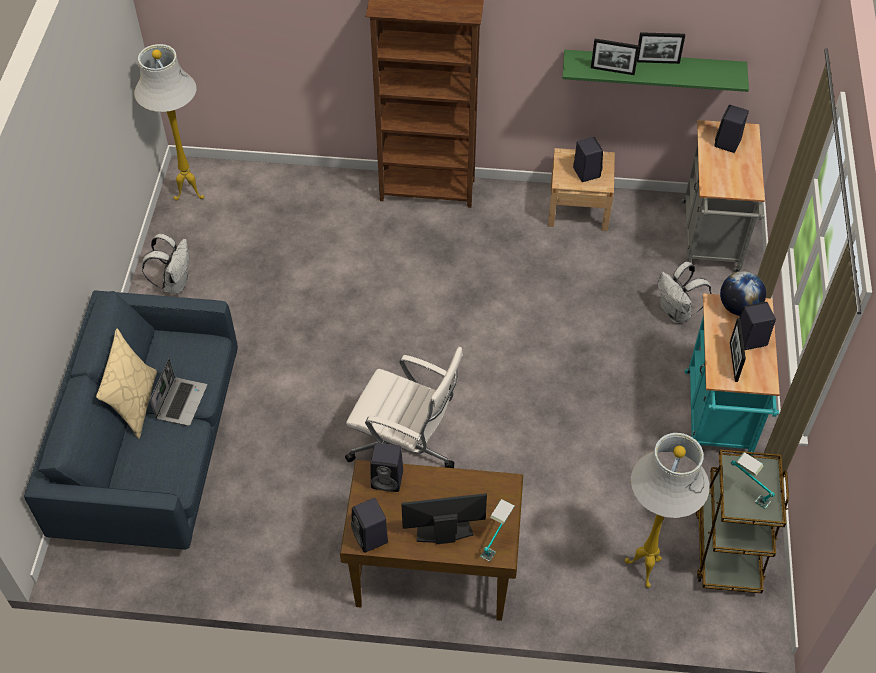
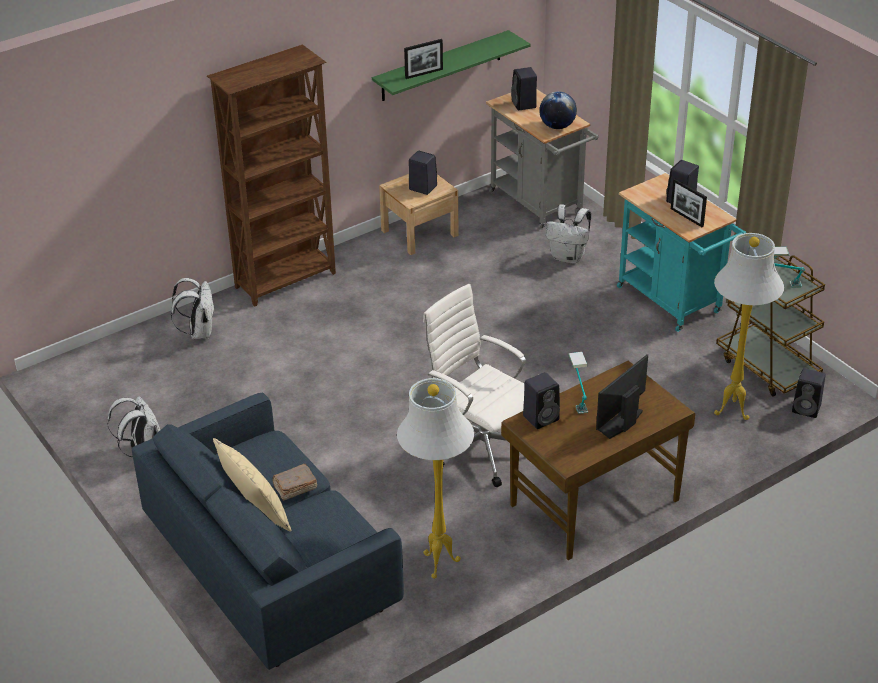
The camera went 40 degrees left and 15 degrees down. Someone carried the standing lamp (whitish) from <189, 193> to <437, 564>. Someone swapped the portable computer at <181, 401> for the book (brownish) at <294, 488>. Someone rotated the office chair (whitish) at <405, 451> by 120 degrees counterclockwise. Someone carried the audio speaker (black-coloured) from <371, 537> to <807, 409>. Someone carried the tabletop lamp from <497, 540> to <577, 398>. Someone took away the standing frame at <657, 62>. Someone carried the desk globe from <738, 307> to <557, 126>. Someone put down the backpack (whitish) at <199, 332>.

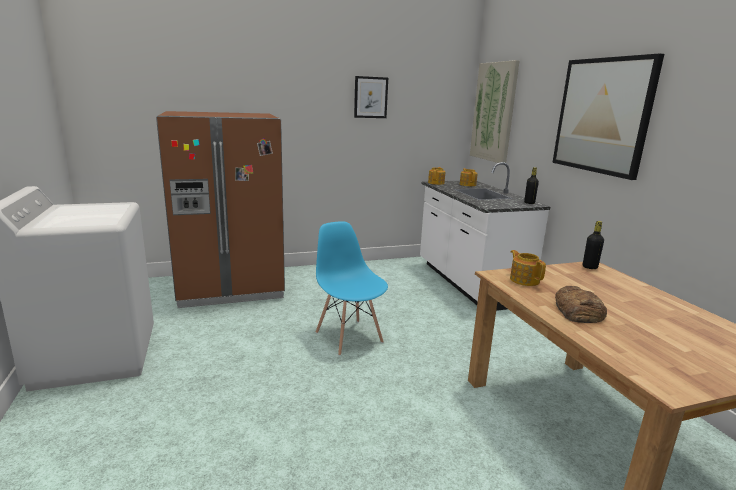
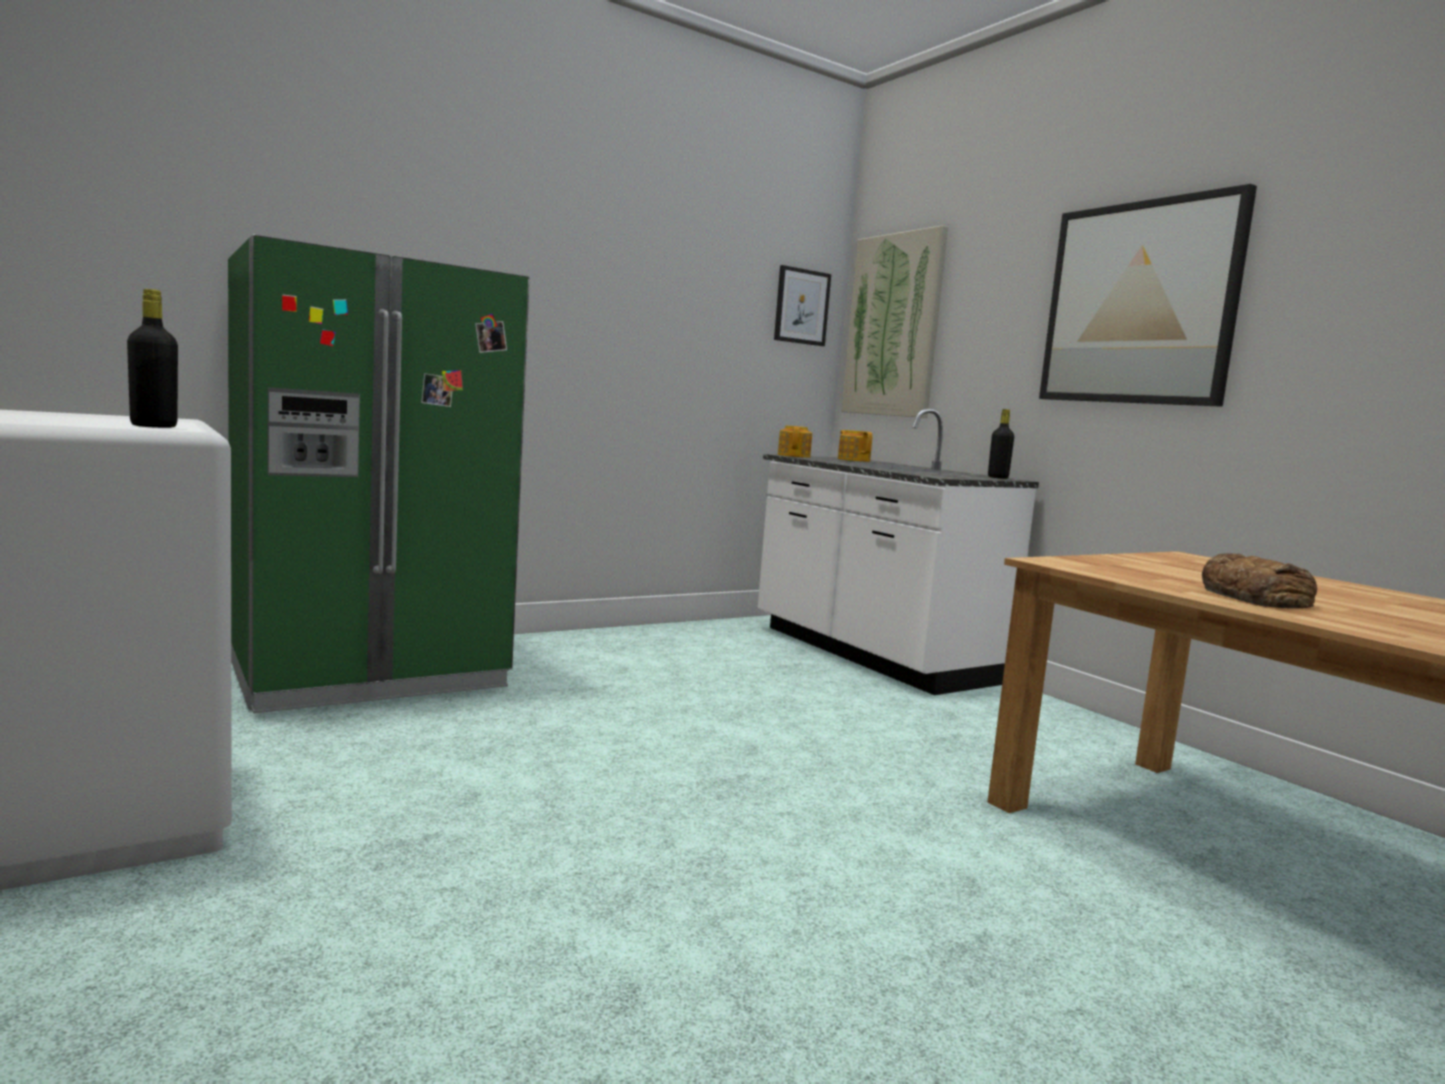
The camera went 15 degrees left and 10 degrees down. Someone repainted the refrigerator (brownish) at <231, 287>, which became the refrigerator (greenish) at <367, 674>. Someone took away the upright chair (blue-coloured) at <349, 337>. Someone carried the wall art from <370, 97> to <801, 306>. Someone took away the pot for tea at <524, 280>. Someone carried the bottle (black-coloured) from <589, 267> to <154, 426>.

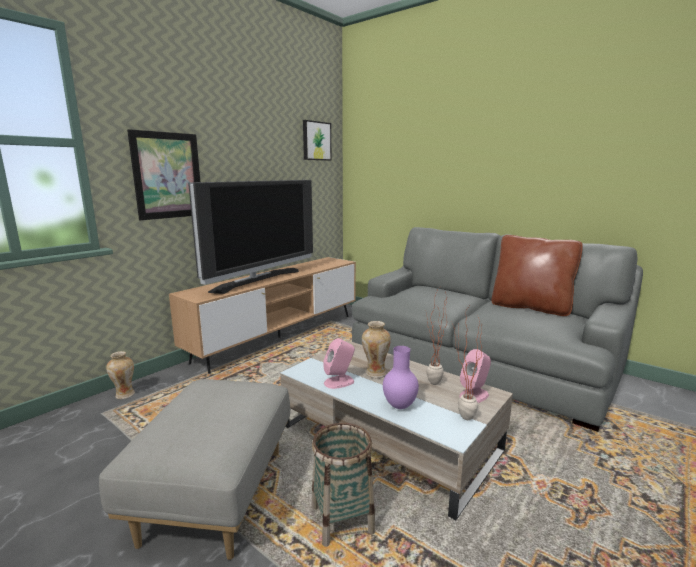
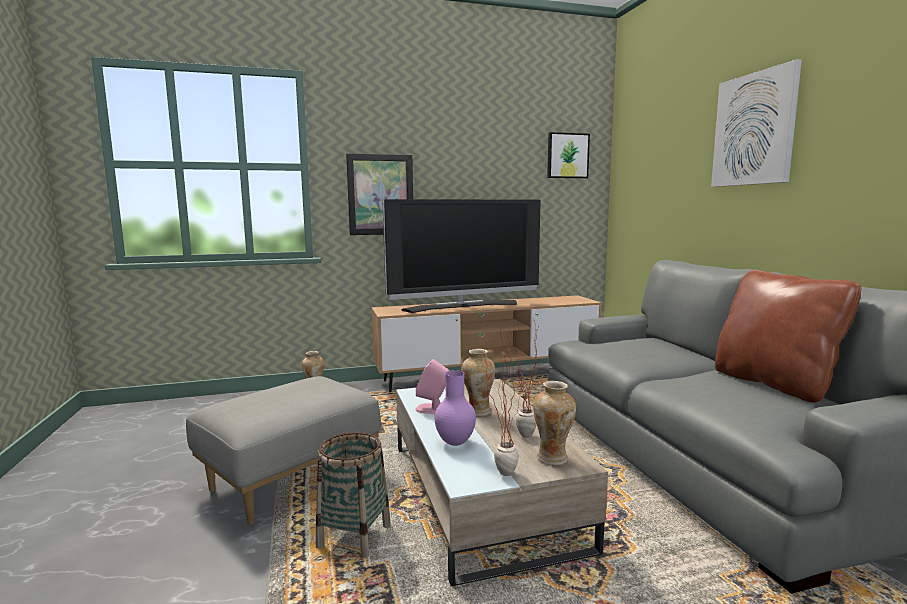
The camera went 35 degrees right and 5 degrees down. Someone swapped the audio speaker (pink-coloured) at <474, 395> for the vase at <553, 458>. Someone put up the wall art at <754, 129>.

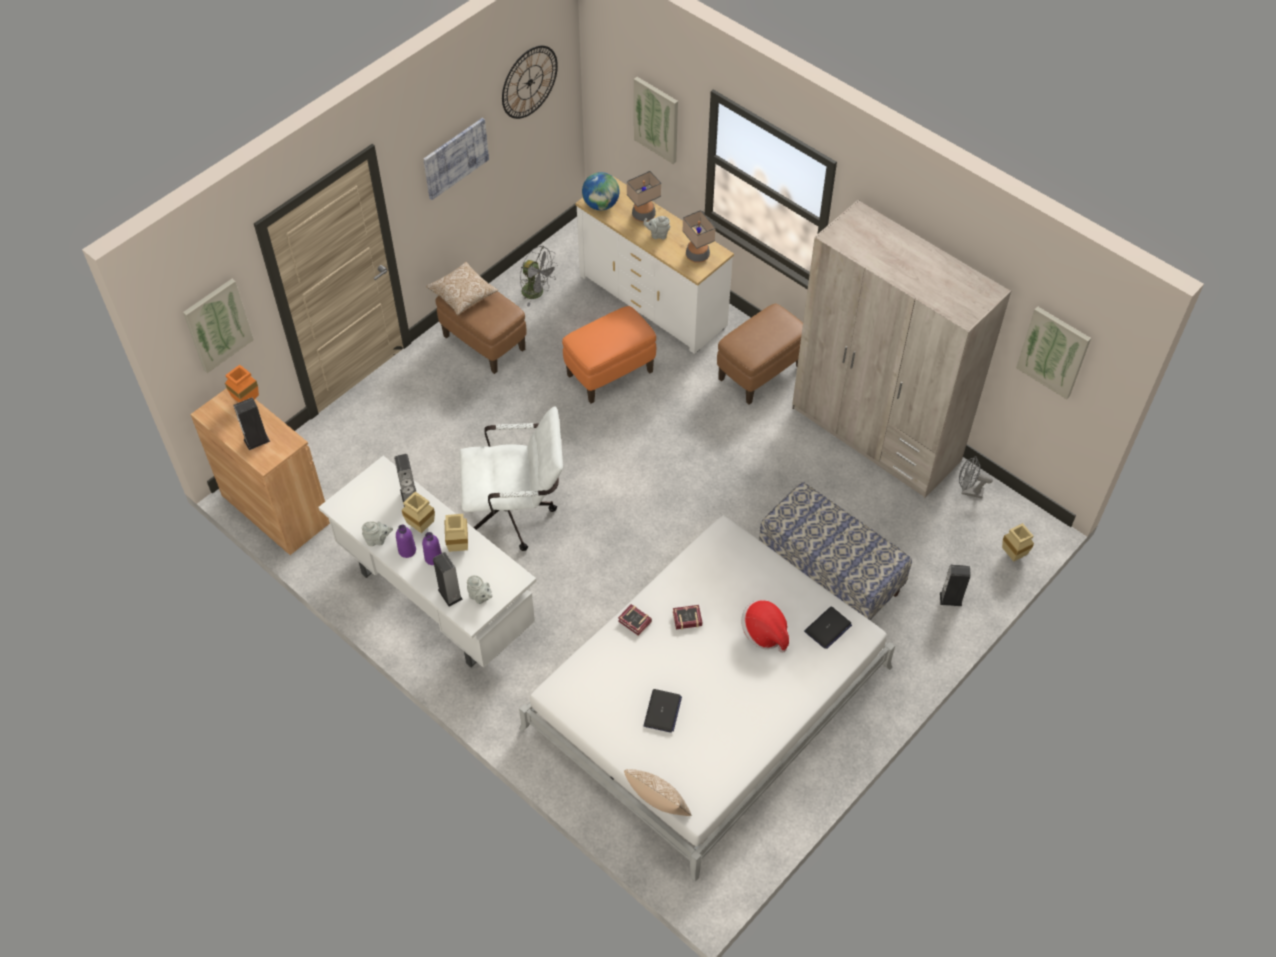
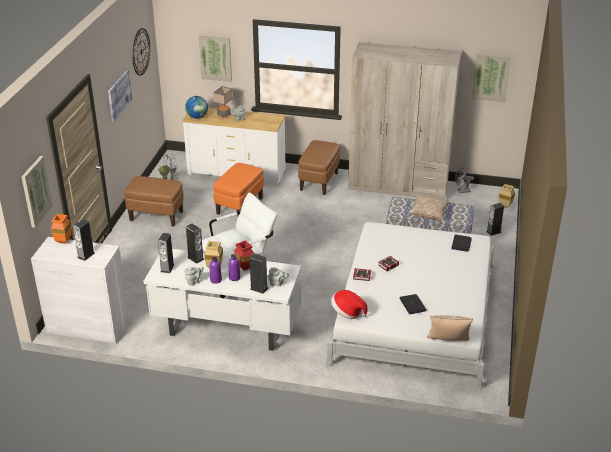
The camera went 30 degrees left and 20 degrees down. Someone repainted the cabinet (brownish) at <276, 508>, which became the cabinet (whitish) at <88, 326>. Someone carried the cushion from <463, 295> to <428, 213>. Someone repainted the vase (sand-coloured) at <457, 545>, which became the vase (red) at <243, 268>. Someone took away the tabletop lamp at <697, 255>. Someone carried the hat from <764, 633> to <347, 312>. Someone put down the audio speaker at <167, 268>.

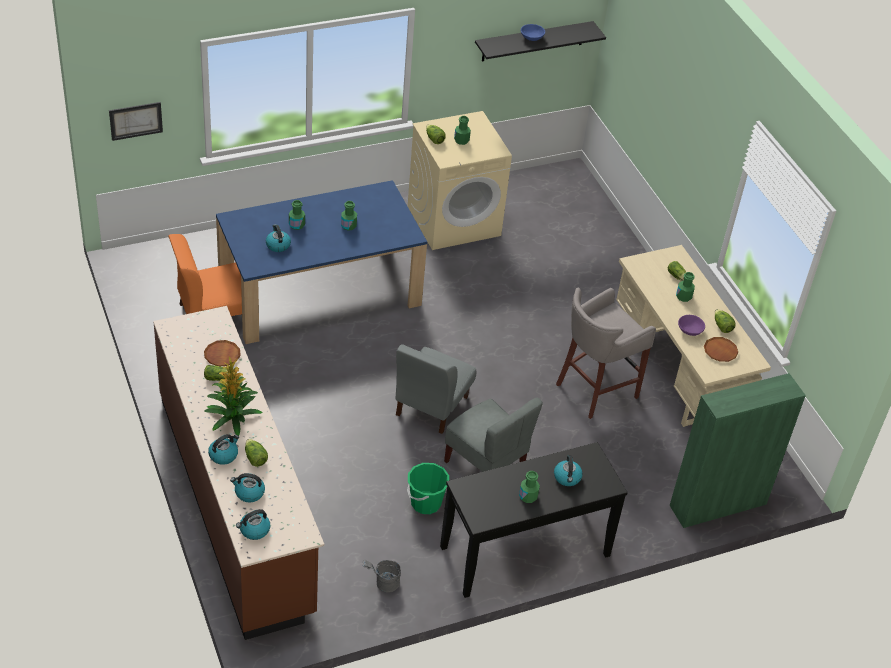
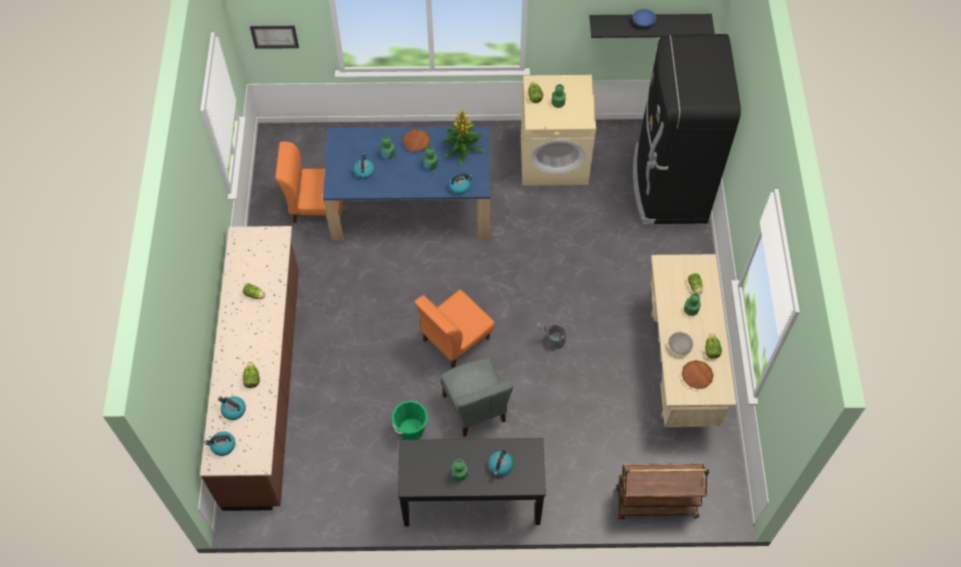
The camera went 25 degrees right and 15 degrees up. Someone carried the flat dish (brownish) from <222, 355> to <416, 141>. Someone carried the plant in a pot from <232, 416> to <462, 148>. Someone carried the water kettle from <223, 455> to <460, 186>. Someone carried the bucket (grey) from <383, 583> to <552, 341>. Someone repainted the upright chair (grey) at <431, 406>, which became the upright chair (orange-coloured) at <455, 339>. Someone took away the stool (grey) at <594, 390>. Someone swapped the cabinet (greenish) at <717, 505> for the cart (brownish) at <655, 503>. Someone repainted the deep dish (purplish) at <689, 330>, which became the deep dish (grey) at <679, 347>. Someone put down the refrigerator (black-coloured) at <668, 185>.

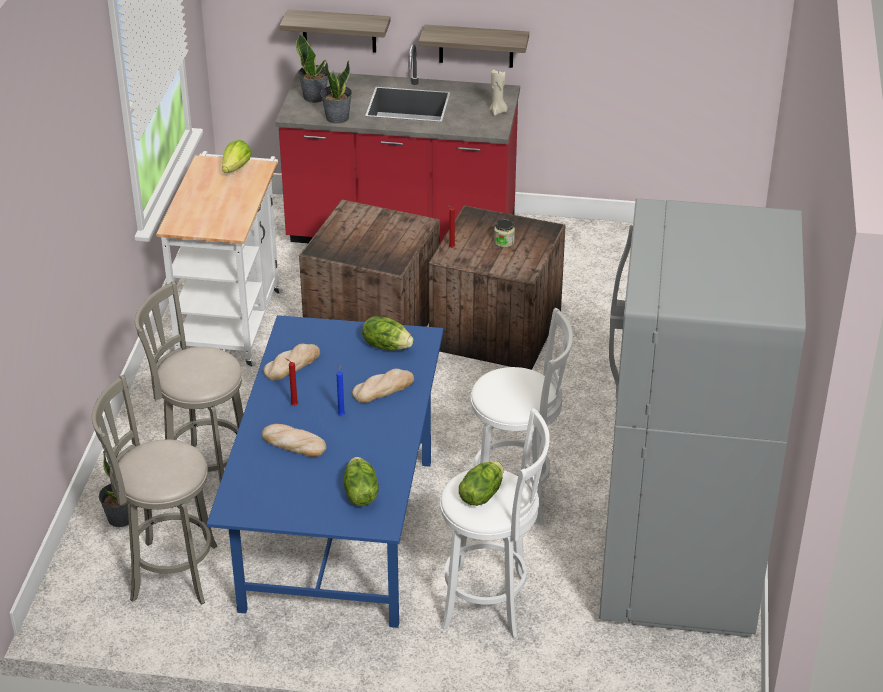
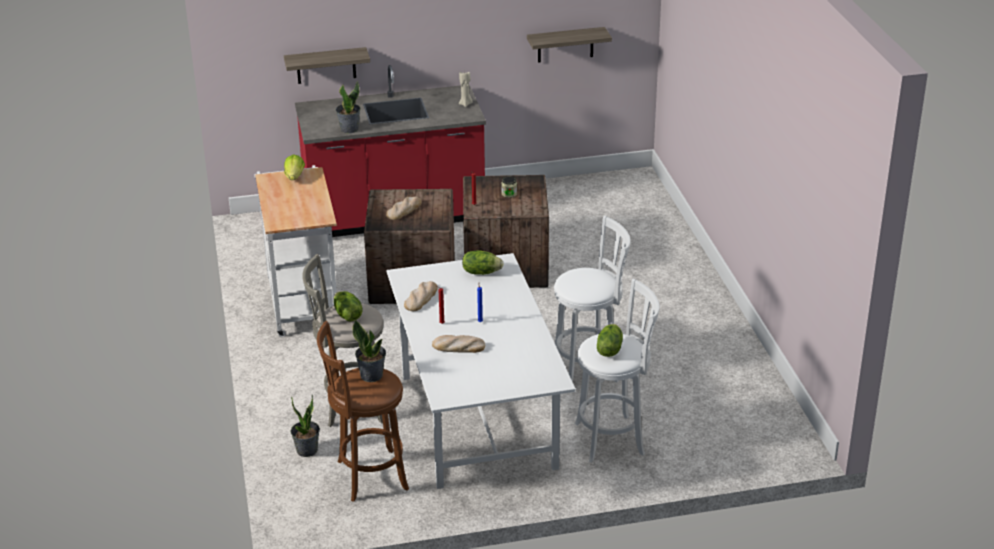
The camera went 20 degrees left and 5 degrees down. Someone repainted the stool (grey) at <168, 572>, which became the stool (brownish) at <368, 476>. Someone repainted the kitchen table (blue-coloured) at <340, 535>, which became the kitchen table (whitish) at <479, 422>. Someone carried the plant in a pot from <315, 97> to <371, 375>. Someone carried the lettuce from <360, 493> to <347, 315>. Someone carried the bakery bread from <383, 388> to <404, 210>. Someone carried the bracket shelf from <476, 46> to <565, 45>. Someone took away the refrigerator (grey) at <679, 569>.

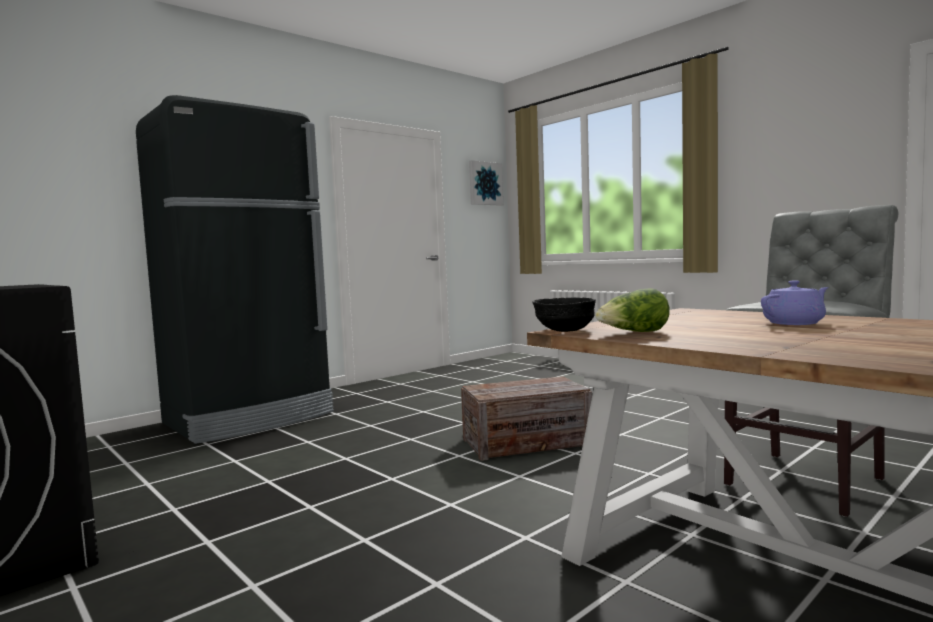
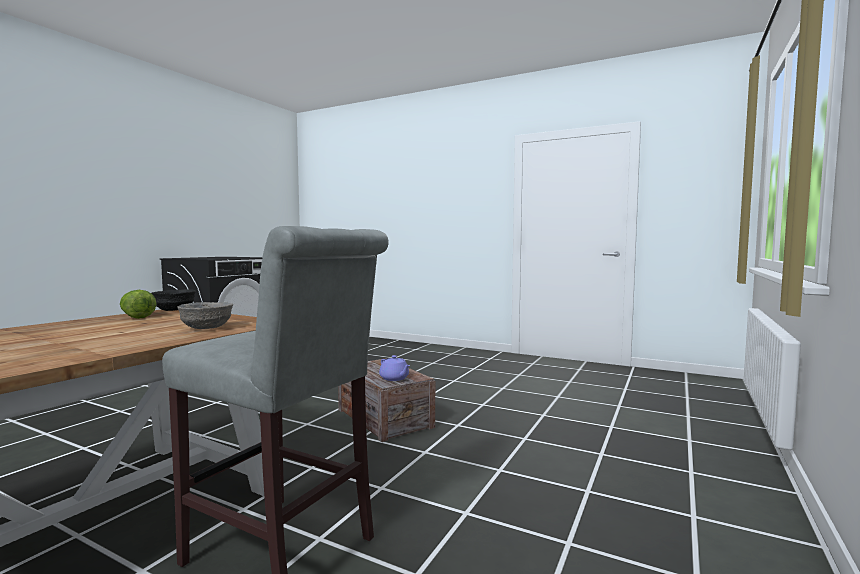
The camera went 70 degrees right and 0 degrees up. Someone took away the refrigerator (black-coloured) at <250, 418>. Someone took away the wall art at <485, 183>. Someone carried the pot for tea (purplish) from <795, 323> to <394, 378>. Someone put down the deep dish (grey) at <206, 328>.

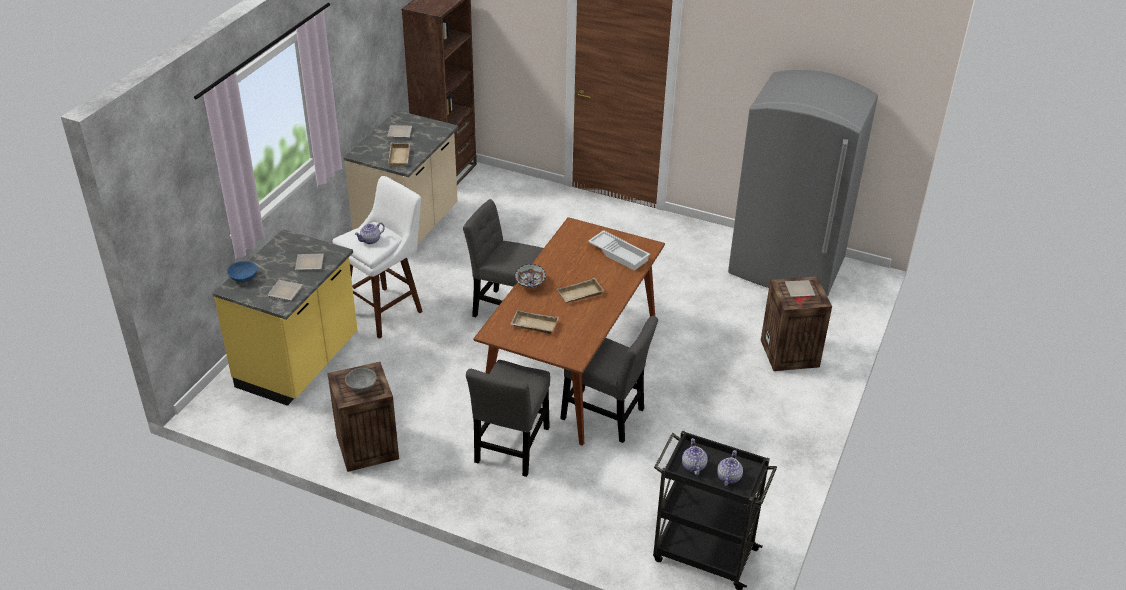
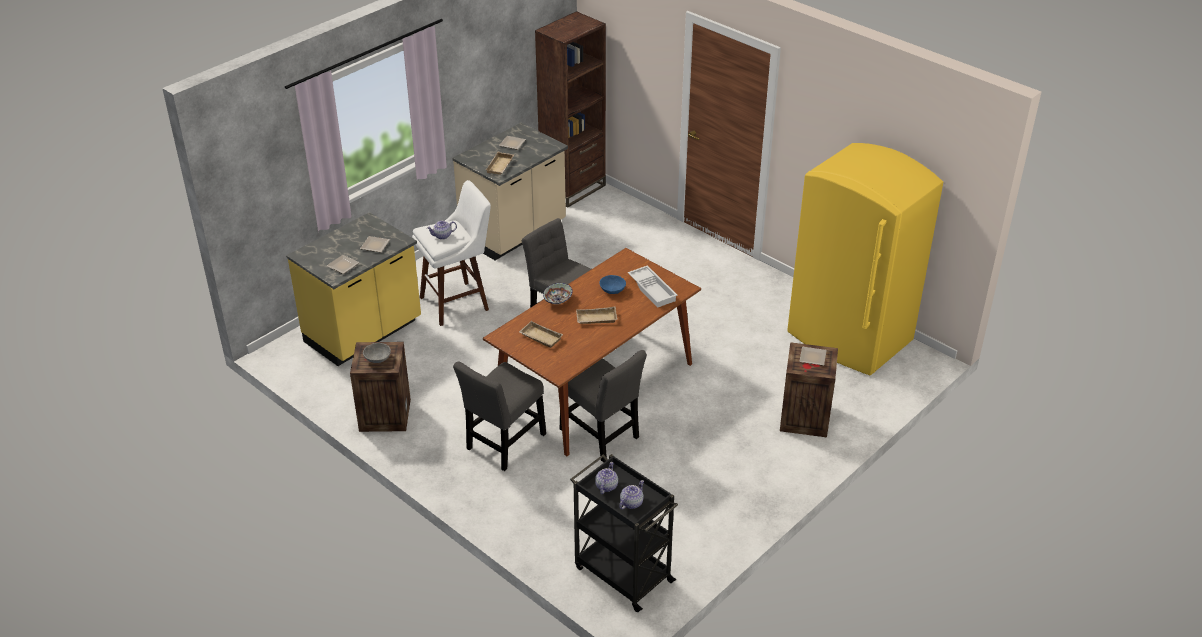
The camera went 20 degrees right and 0 degrees up. Someone carried the deep dish (blue-coloured) from <243, 278> to <612, 290>. Someone repainted the refrigerator (grey) at <786, 268>, which became the refrigerator (yellowish) at <849, 338>.

